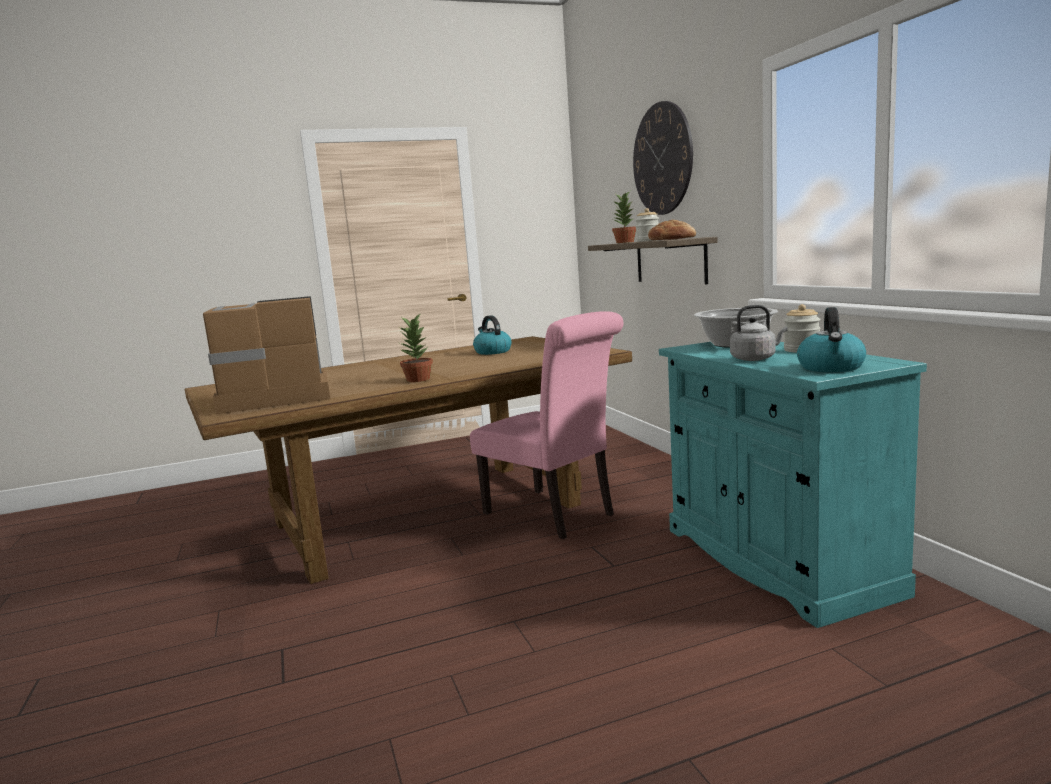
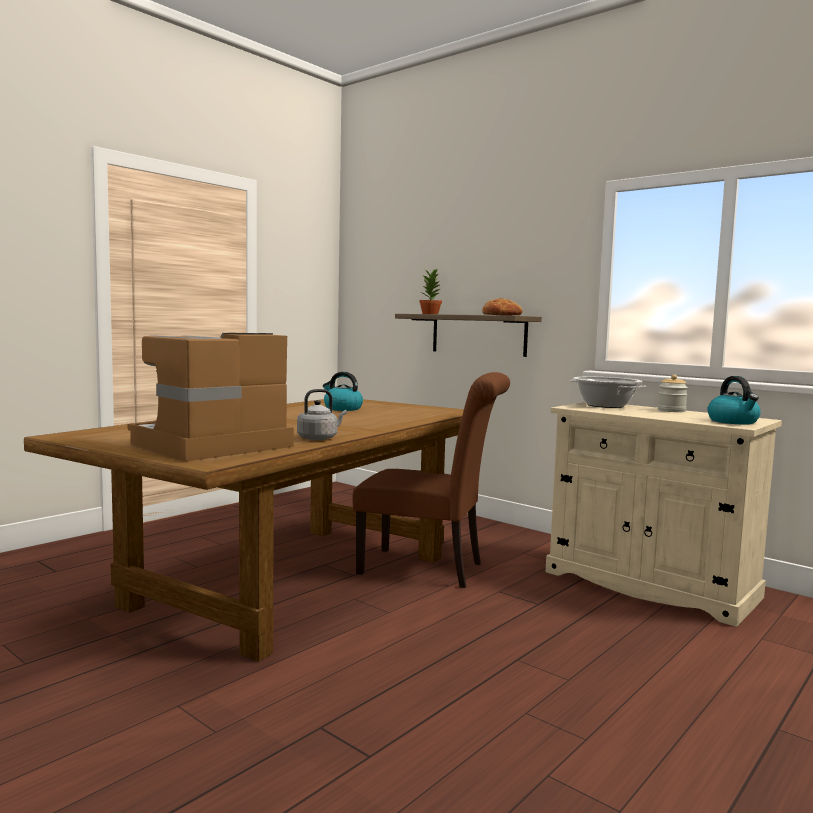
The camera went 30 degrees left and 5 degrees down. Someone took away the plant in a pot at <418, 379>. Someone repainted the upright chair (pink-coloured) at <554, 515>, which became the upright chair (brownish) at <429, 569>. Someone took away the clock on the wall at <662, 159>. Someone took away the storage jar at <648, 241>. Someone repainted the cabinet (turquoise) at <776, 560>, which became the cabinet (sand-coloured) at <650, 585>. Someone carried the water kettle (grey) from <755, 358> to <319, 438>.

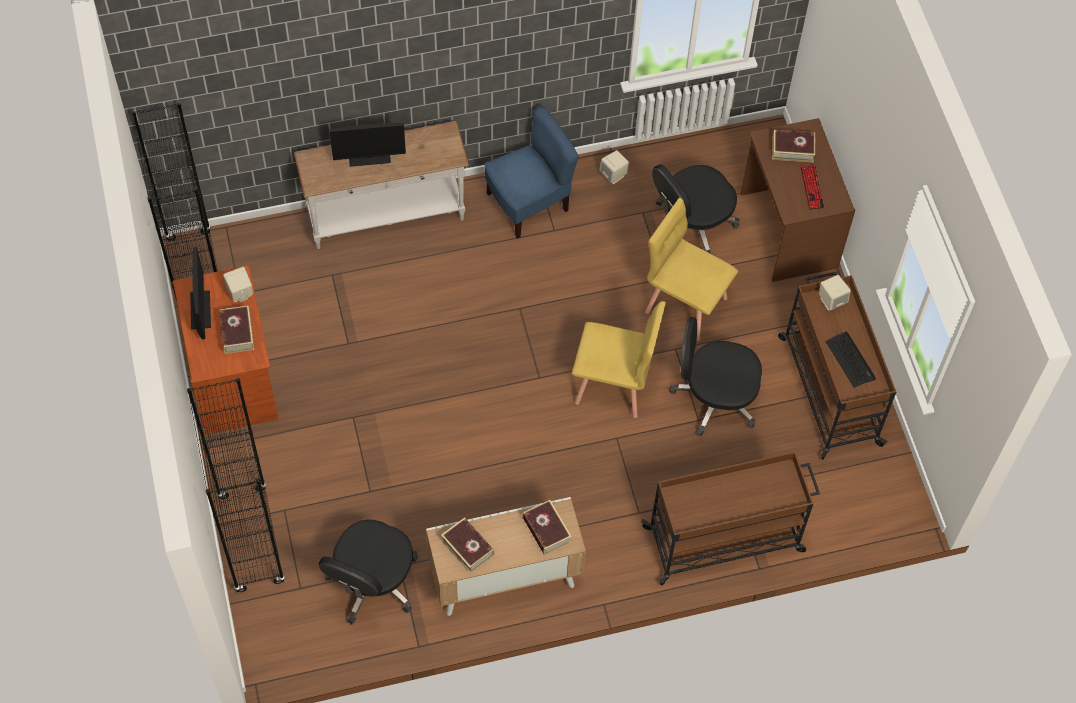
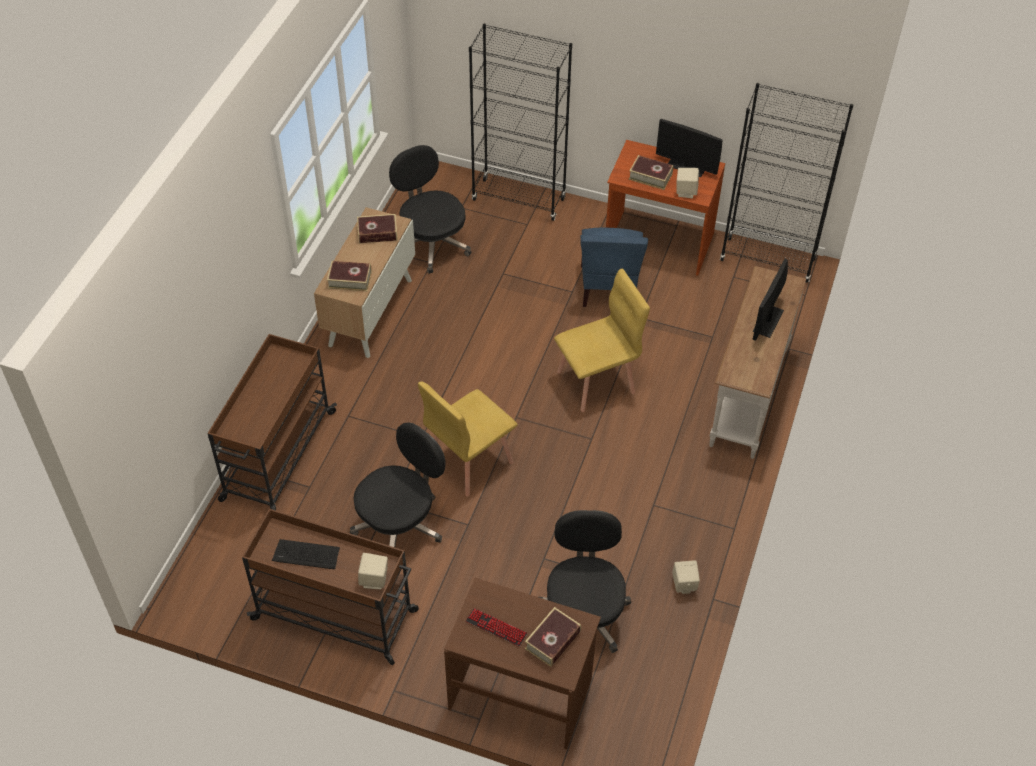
The camera went 125 degrees right and 10 degrees down. Someone carried the upright chair (blue-coloured) from <528, 203> to <608, 287>. Someone carried the upright chair (yellowish) from <685, 304> to <596, 382>.

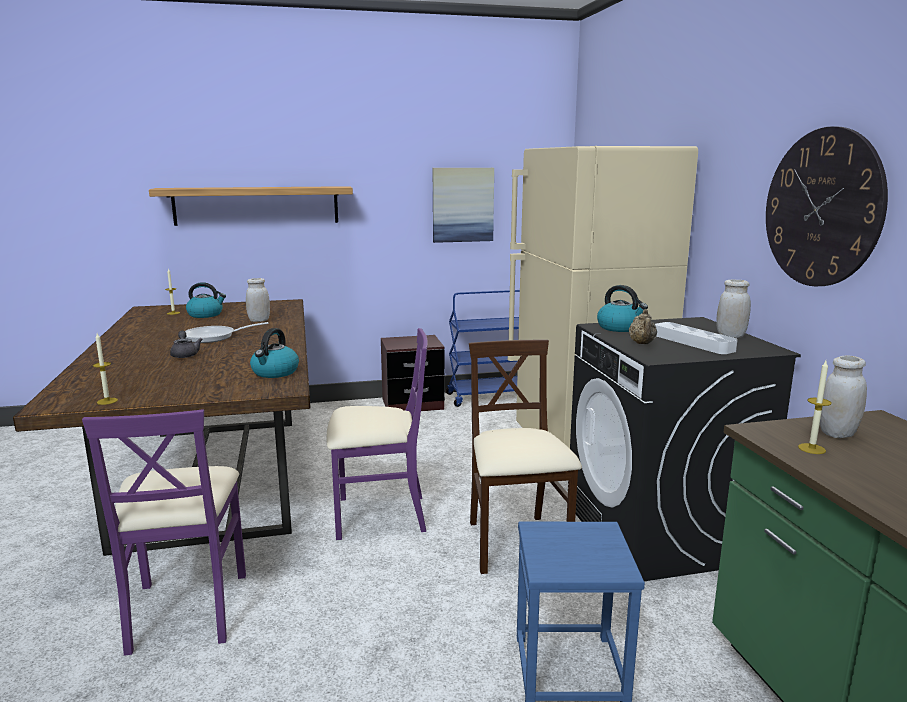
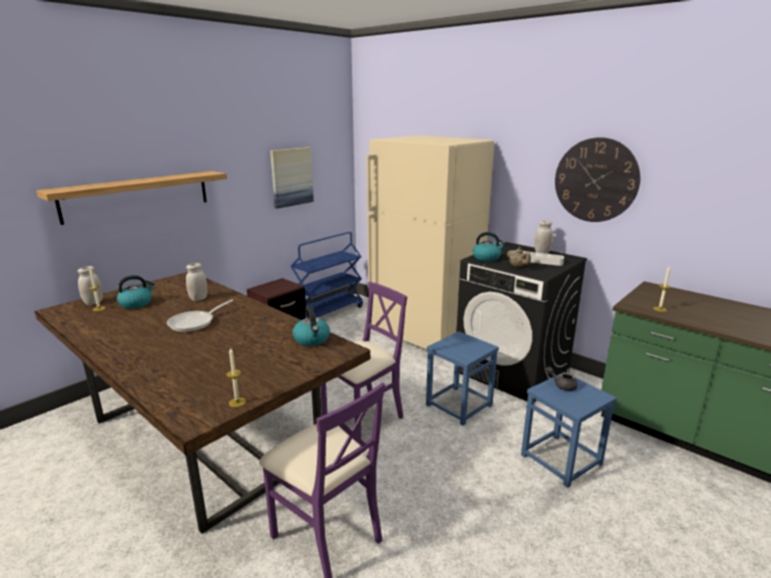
The camera went 35 degrees left and 5 degrees up. Someone carried the pot for tea (grey) from <185, 354> to <562, 385>. Someone swapped the upright chair (sand-coloured) at <516, 544> for the stool (blue-coloured) at <458, 405>. Someone carried the storage jar (whitish) from <837, 433> to <93, 302>.

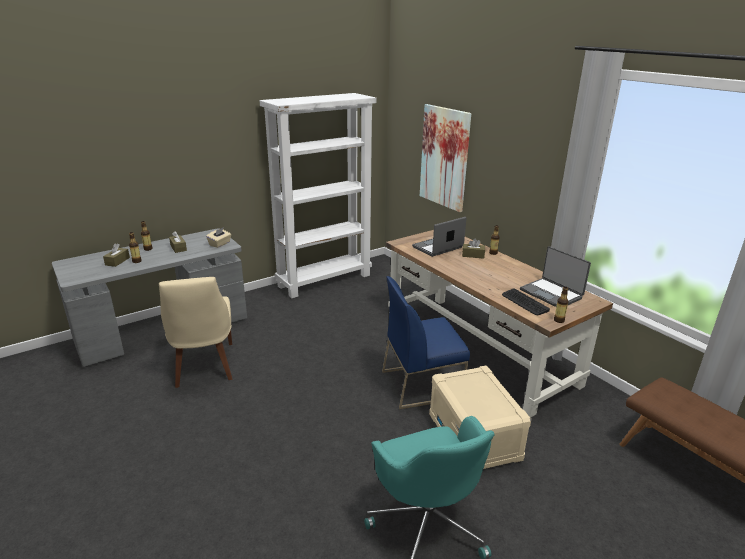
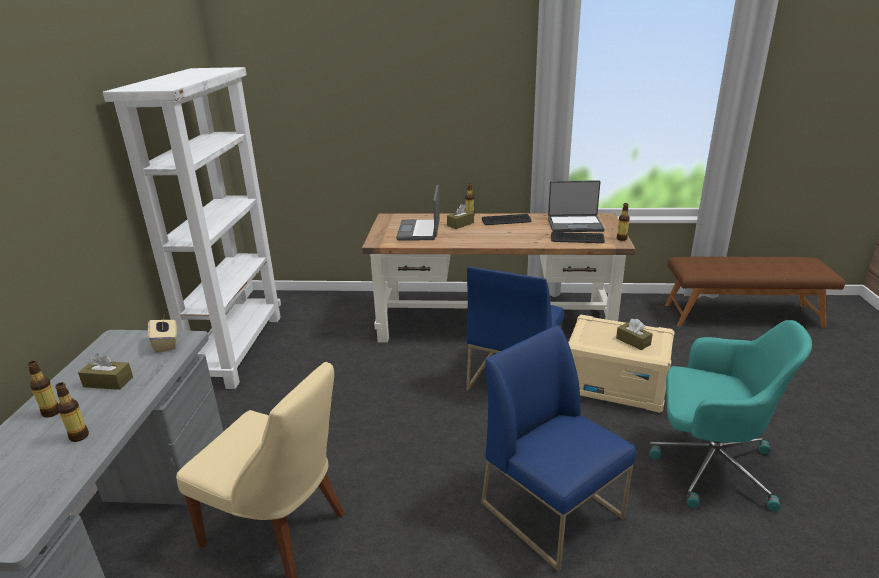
The camera went 50 degrees left and 0 degrees up. Someone carried the tissue holder (brownish) from <117, 261> to <633, 341>. Someone took away the wall art at <444, 157>. Someone put down the upright chair (blue-coloured) at <553, 510>. Someone put down the computer keyboard at <506, 220>.

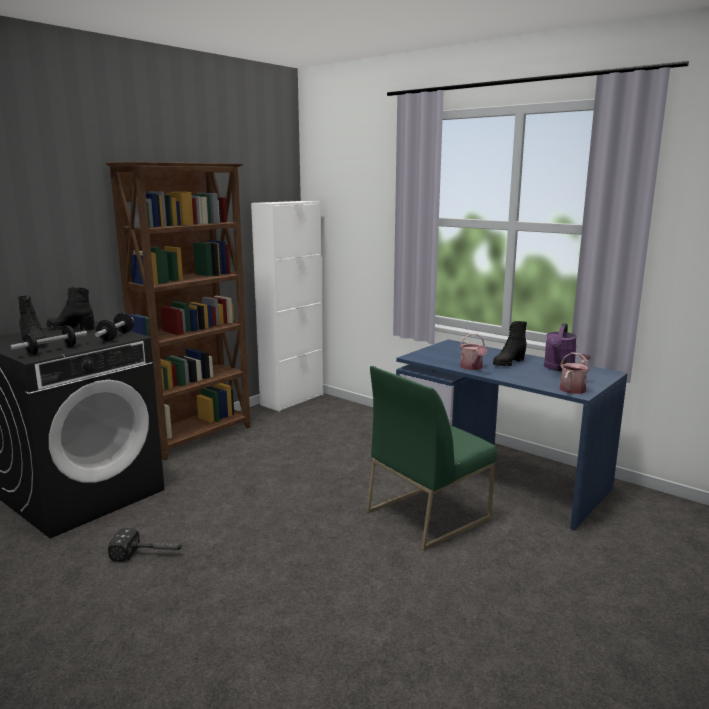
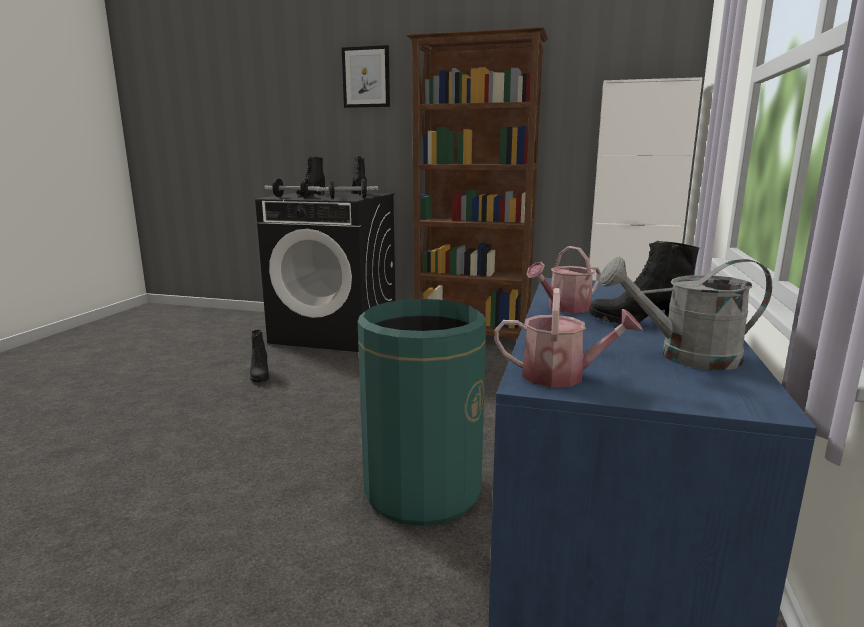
The camera went 65 degrees right and 0 degrees up. Someone swapped the hammer at <150, 554> for the high-top boot (black-coloured) at <259, 376>. Someone swapped the upright chair (greenish) at <428, 514> for the trash can (greenish) at <422, 491>. Someone repainted the watering can (purplish) at <558, 368>, which became the watering can (grey) at <685, 357>. Someone put up the wall art at <366, 77>.

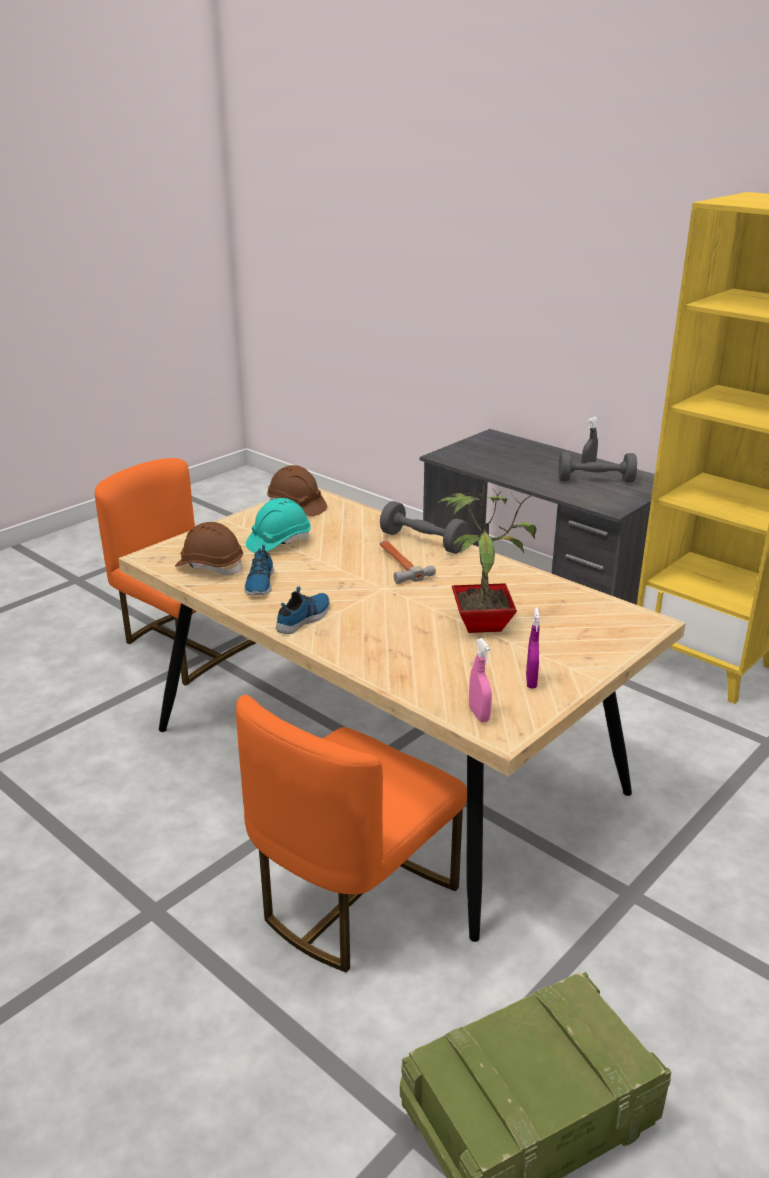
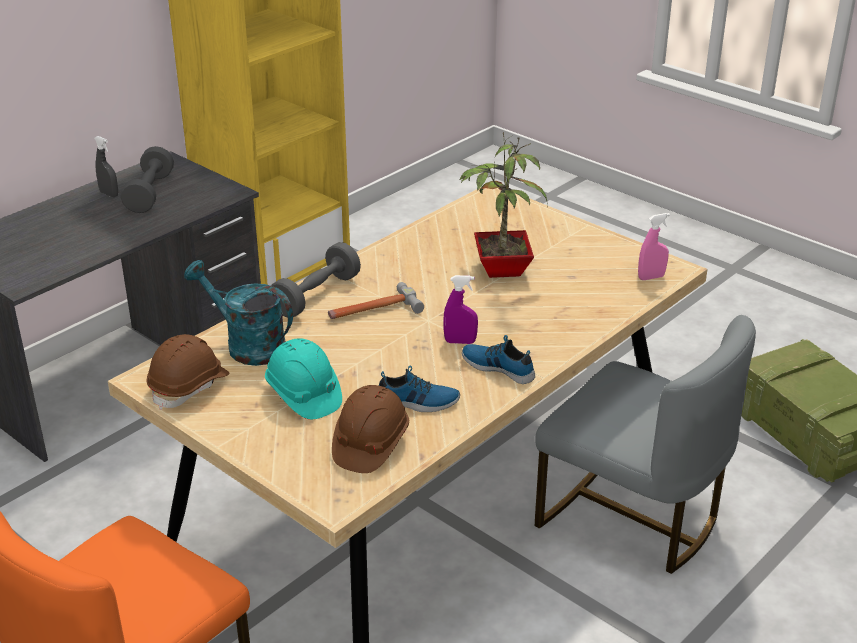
The camera went 90 degrees left and 5 degrees up. Someone repainted the upright chair (orange-coloured) at <352, 898>, which became the upright chair (grey) at <632, 517>. Someone carried the sprayer (purplish) from <531, 681> to <460, 342>. Someone put down the watering can (turquoise) at <247, 345>.

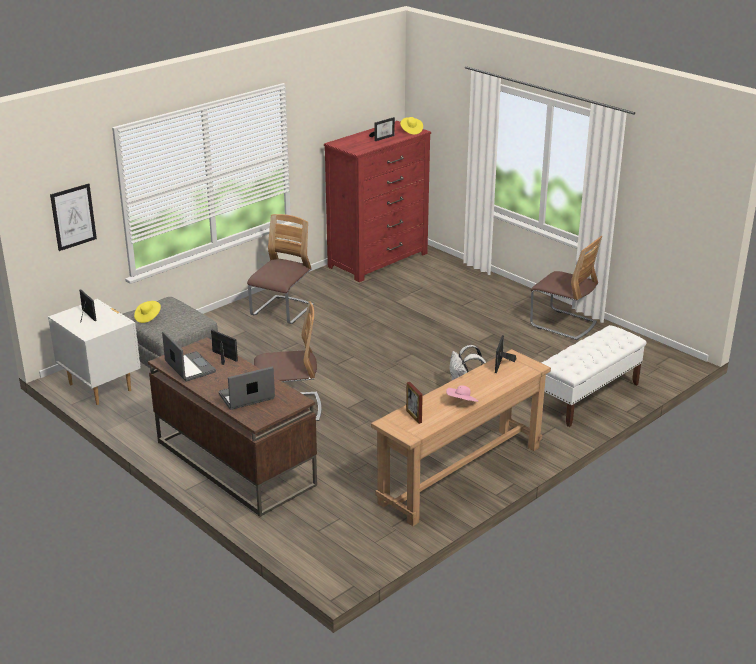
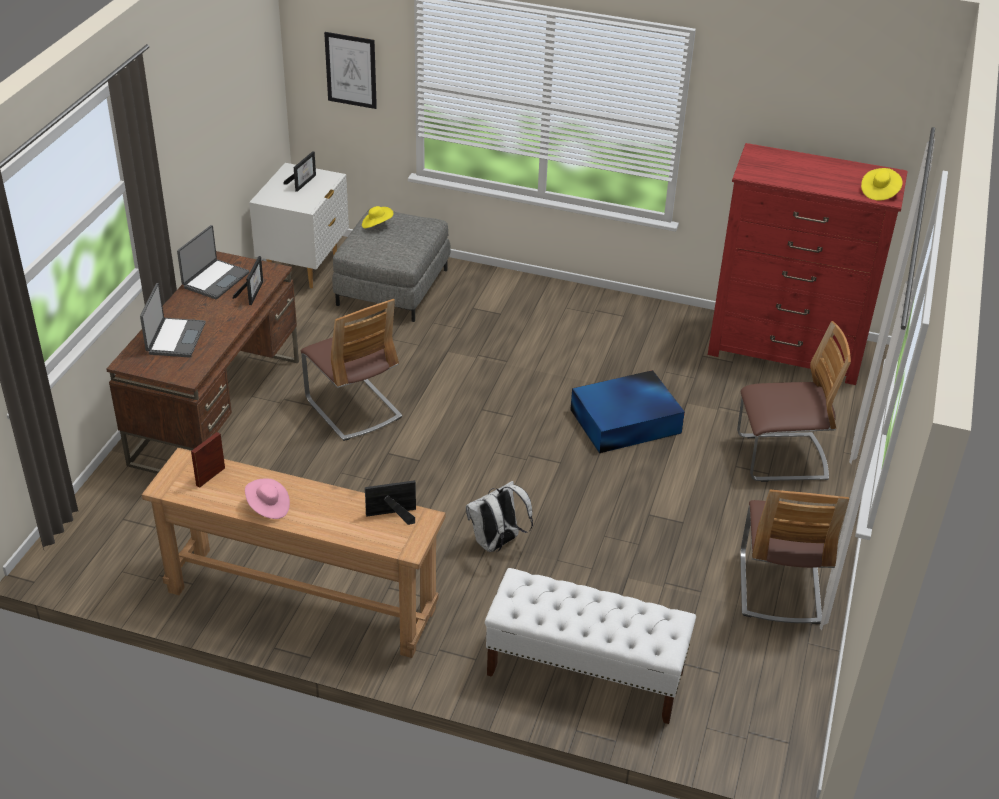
The camera went 60 degrees right and 10 degrees up. Someone rotated the portable computer at <247, 397> by 60 degrees clockwise. Someone carried the upright chair from <282, 311> to <781, 458>. Someone took away the standing frame at <383, 137>. Someone put down the storage box (blue-coloured) at <627, 421>.

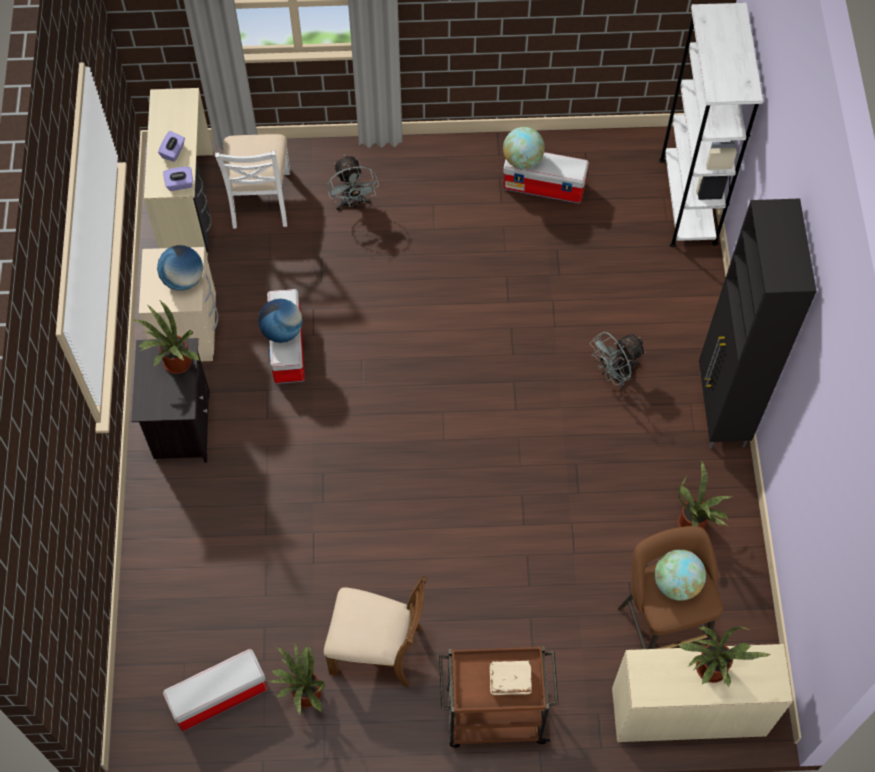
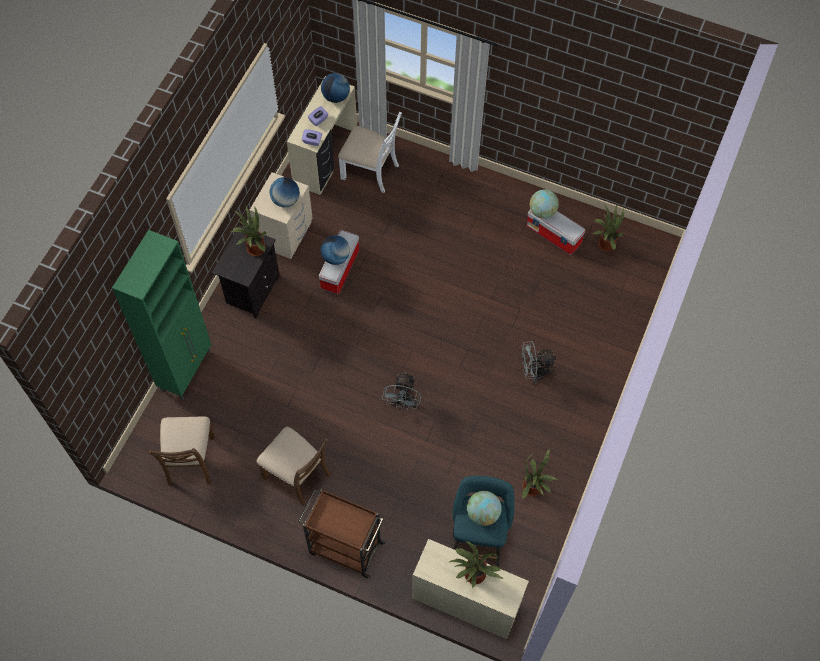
The camera went 25 degrees right and 0 degrees up. Someone swapped the storage box at <218, 697> for the upright chair (brownish) at <190, 460>. Someone rotated the upright chair (whitish) at <260, 199> by 90 degrees counterclockwise. Someone carried the plant in a pot from <303, 693> to <605, 244>. Someone carried the electric fan (grey) from <352, 203> to <403, 403>. Someone took away the book (sand-coloured) at <509, 680>. Someone repainted the stool (brownish) at <660, 624>, which became the stool (turquoise) at <478, 540>. Someone took away the bookshelf (whitish) at <688, 201>. Someone took away the cabinet (black-coloured) at <721, 410>. Someone put down the cabinet (greenish) at <187, 370>. Someone put down the desk globe at <336, 97>.

